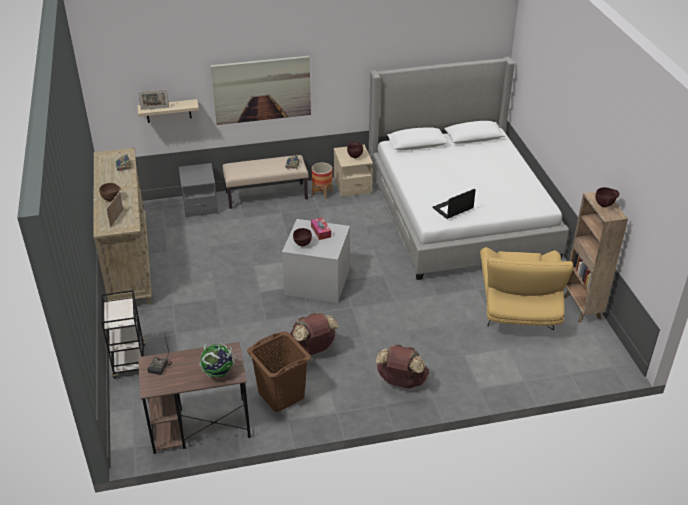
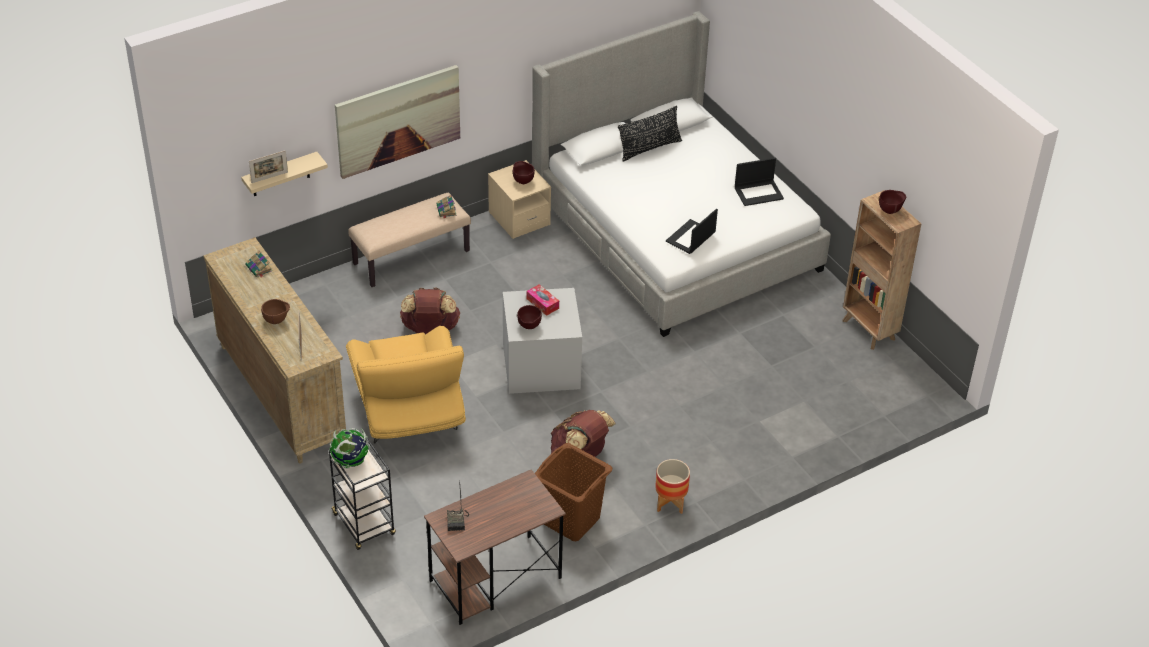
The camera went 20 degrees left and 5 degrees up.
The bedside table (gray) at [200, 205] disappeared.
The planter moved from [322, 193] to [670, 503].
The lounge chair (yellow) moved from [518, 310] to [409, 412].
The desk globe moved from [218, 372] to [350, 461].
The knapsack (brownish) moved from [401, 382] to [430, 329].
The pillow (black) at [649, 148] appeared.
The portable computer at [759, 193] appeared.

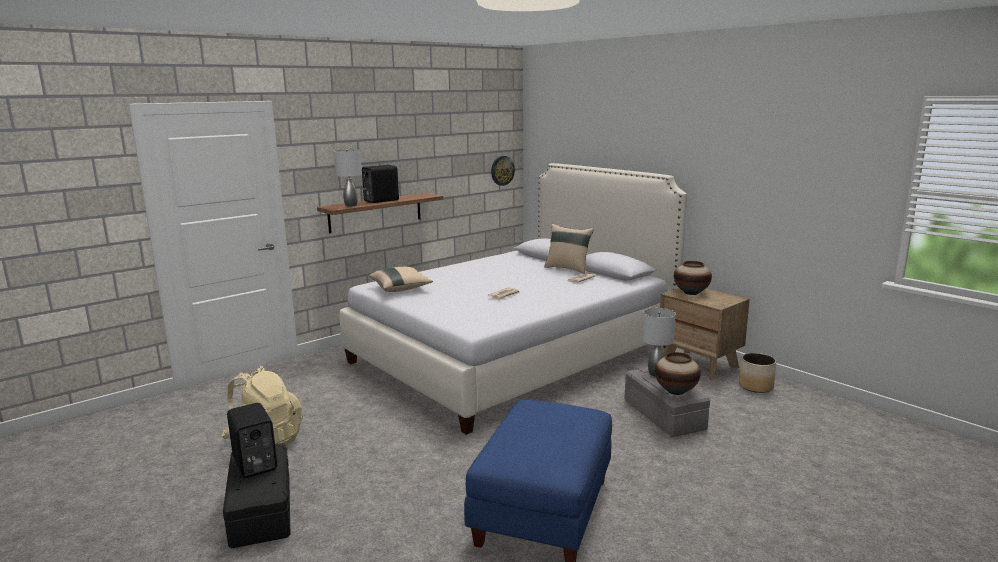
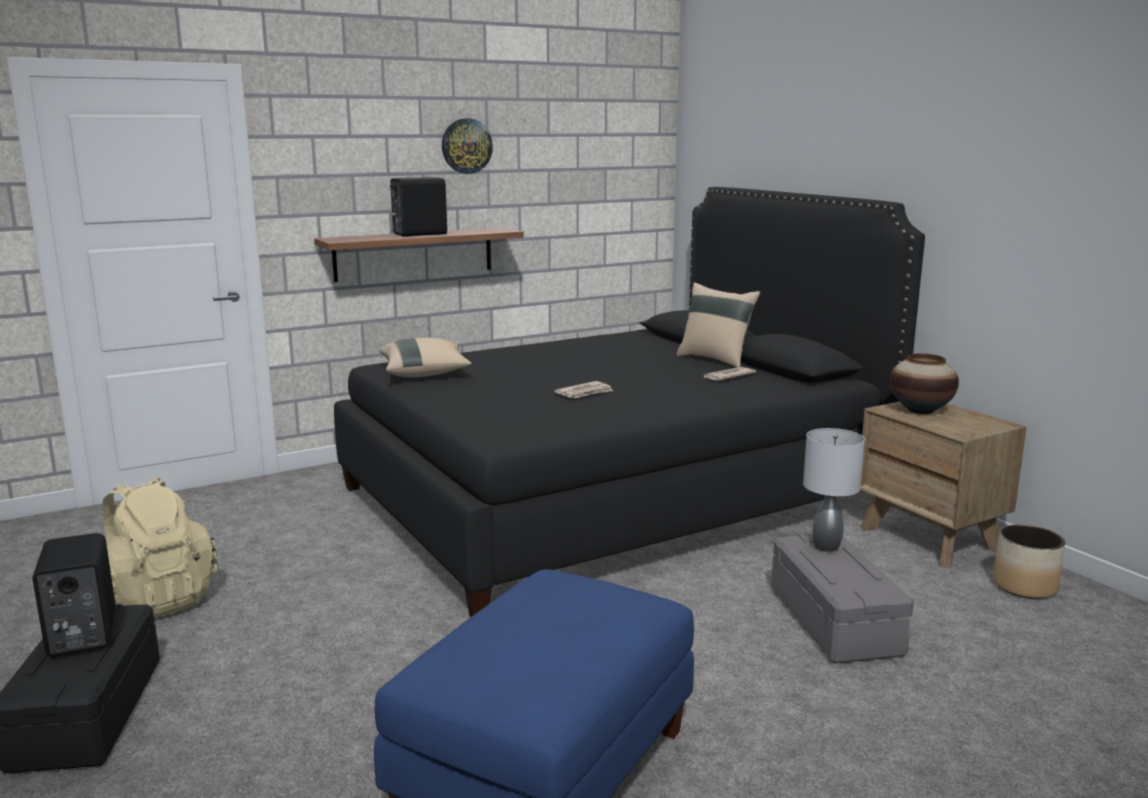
The camera went 10 degrees right and 0 degrees up.
The table lamp (gray) at [351, 205] disappeared.
The wall clock moved from [502, 170] to [466, 146].
The bed (white-coloured) at [514, 354] became the bed (black) at [612, 496].
The decorative vase at [676, 391] disappeared.

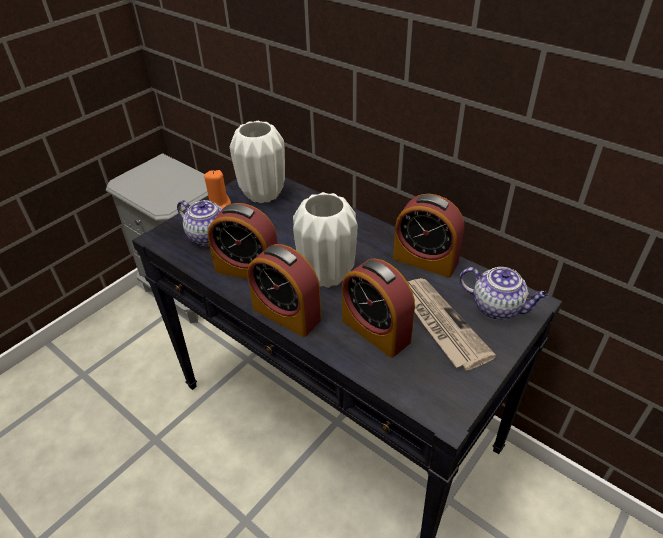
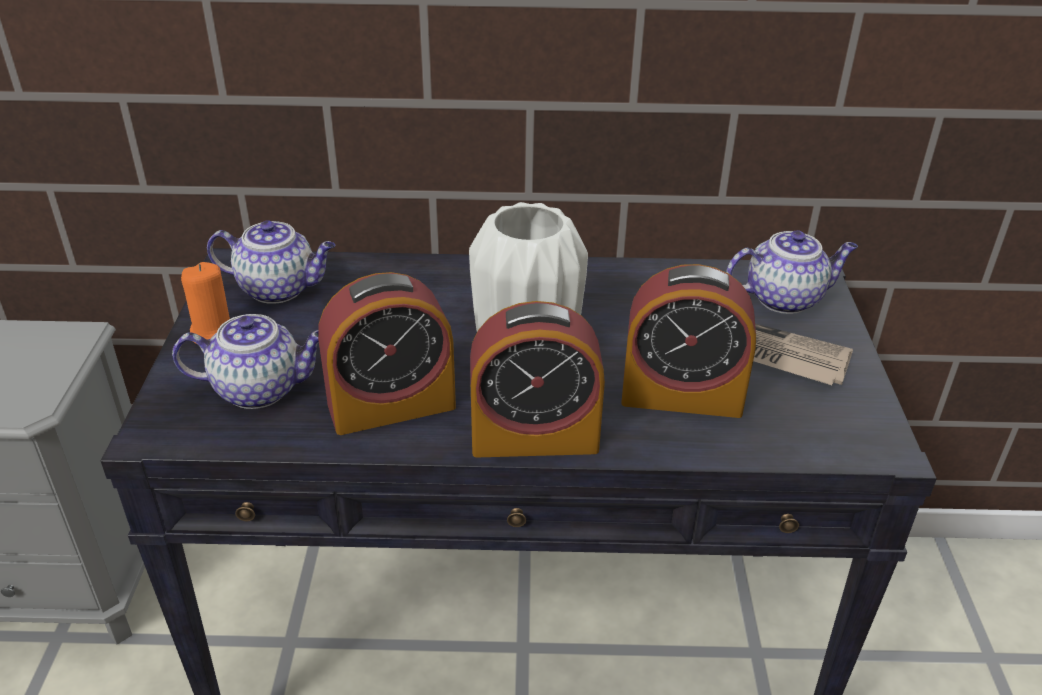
The camera went 40 degrees left and 5 degrees down.
The decorative vase (white-coloured) at [264, 194] was replaced by the teapot at [279, 289].
The alarm clock at [425, 260] disappeared.

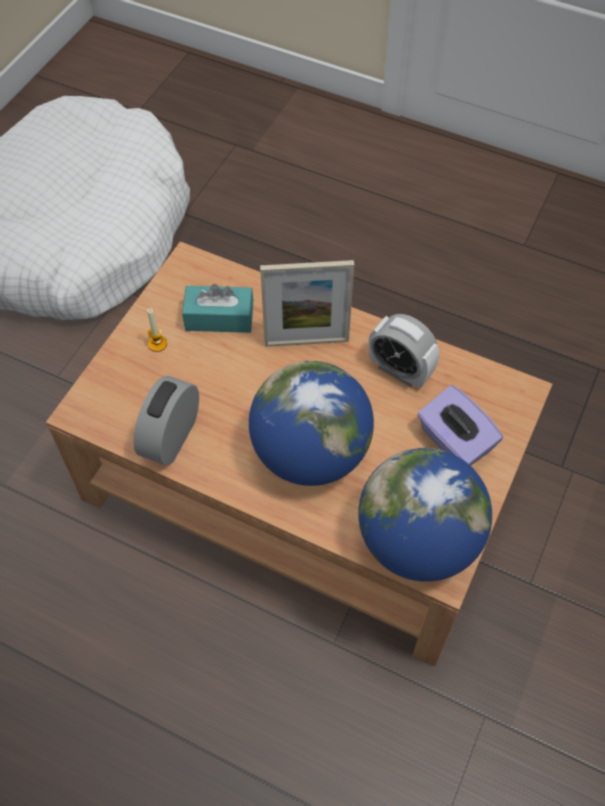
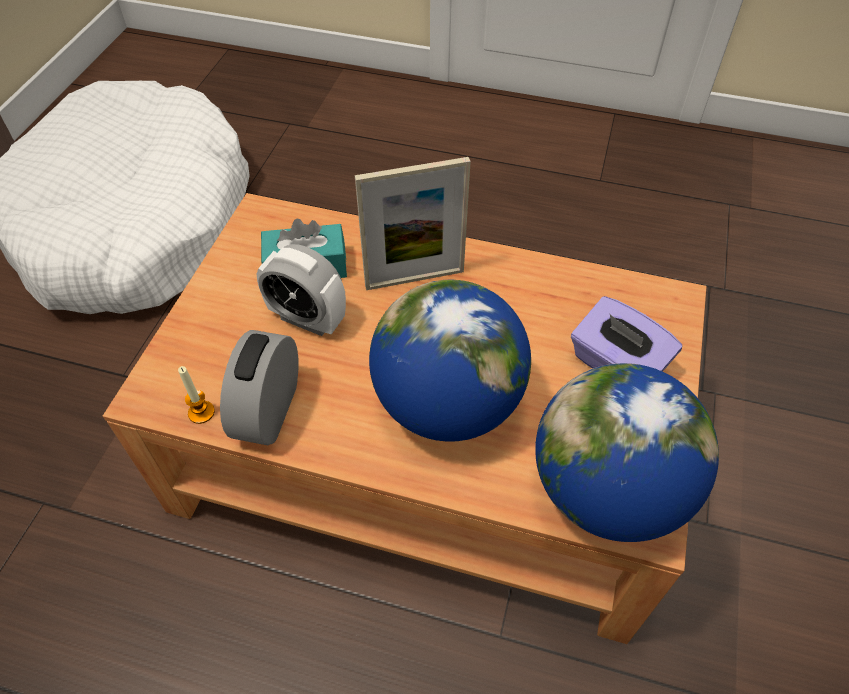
The camera went 10 degrees left and 5 degrees down.
The wax light moved from [157, 344] to [201, 412].
The alarm clock moved from [400, 371] to [307, 319].

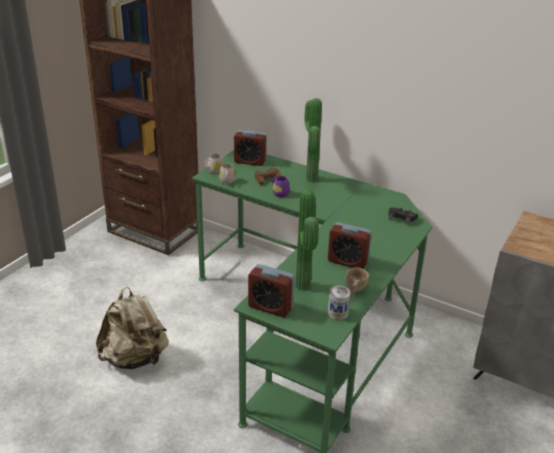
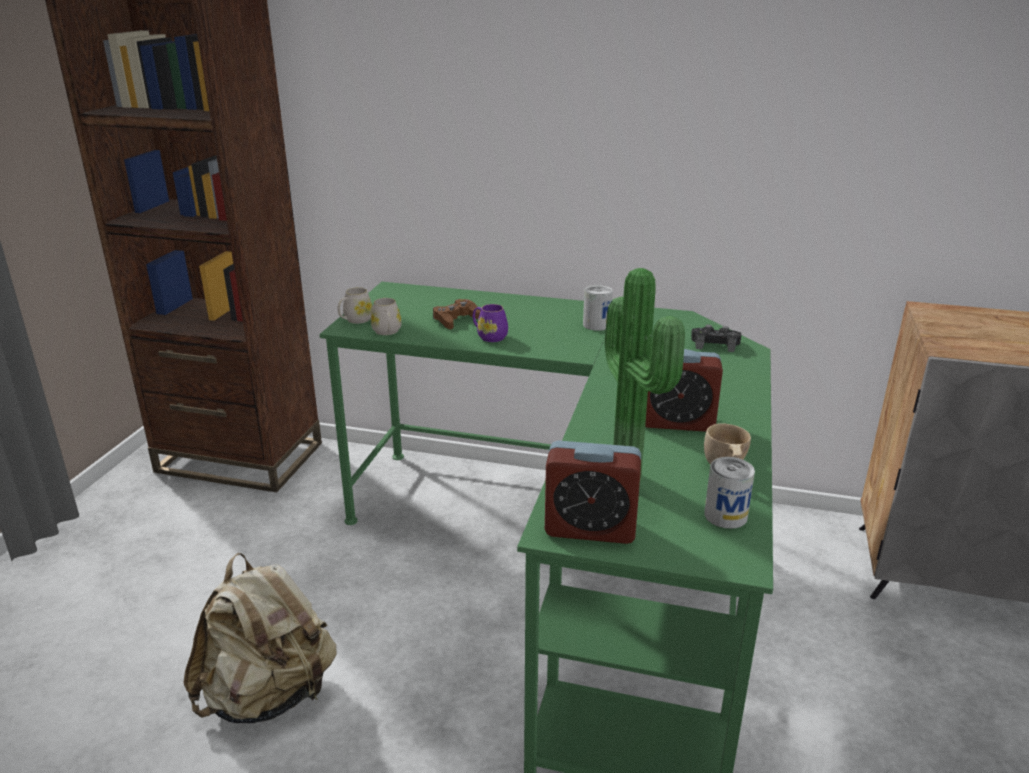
The camera went 15 degrees left and 5 degrees down.
The potted plant at [309, 179] disappeared.
The alarm clock at [250, 161] disappeared.
The sealed can at [596, 325] appeared.

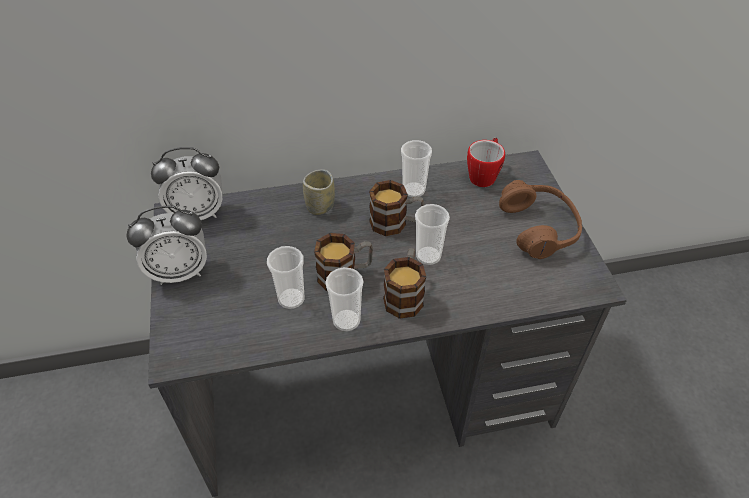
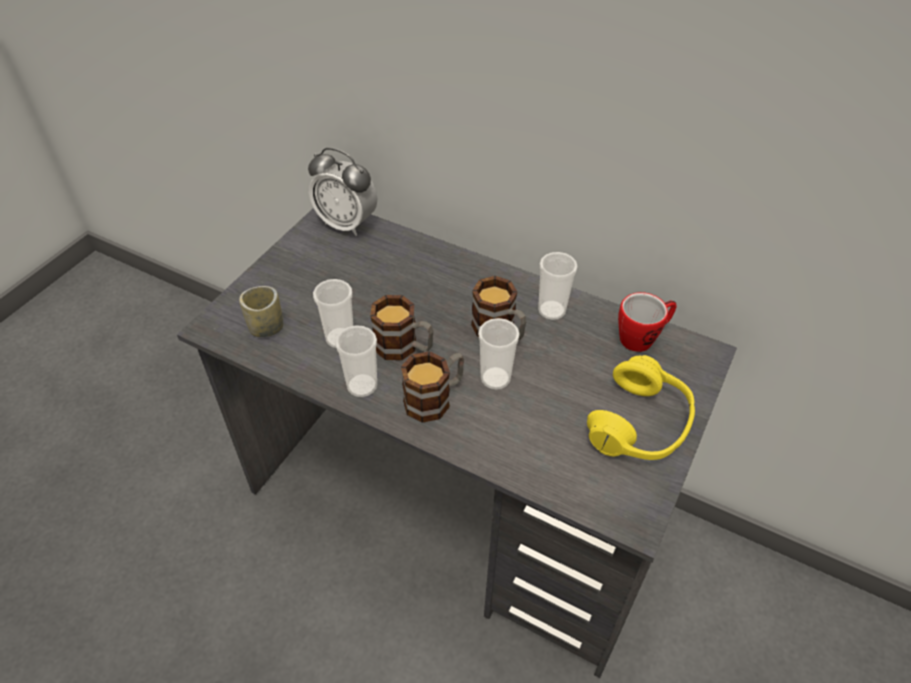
The camera went 40 degrees right and 0 degrees up.
The cup moved from [320, 206] to [266, 327].
The headset (brownish) at [538, 228] became the headset (yellow) at [640, 424].
The alarm clock at [179, 272] disappeared.

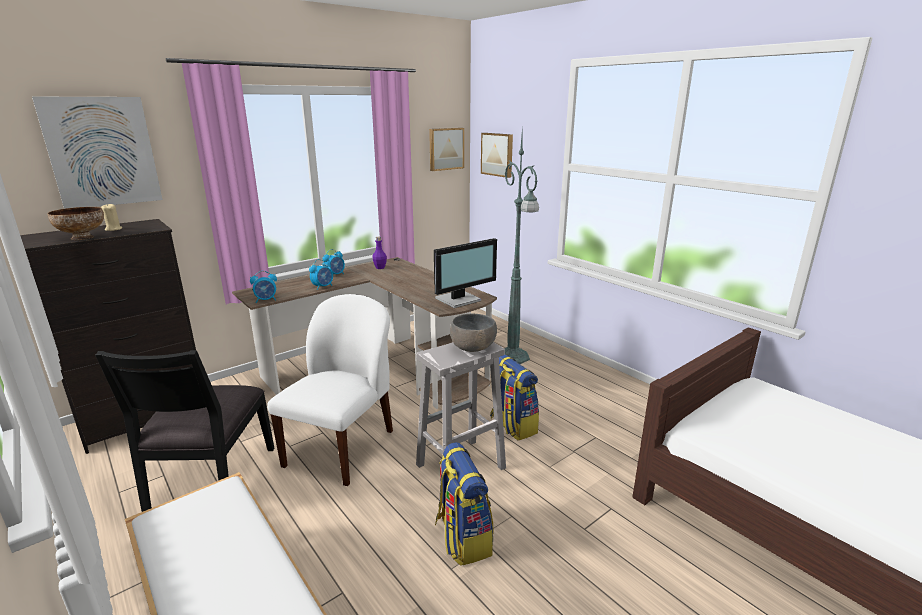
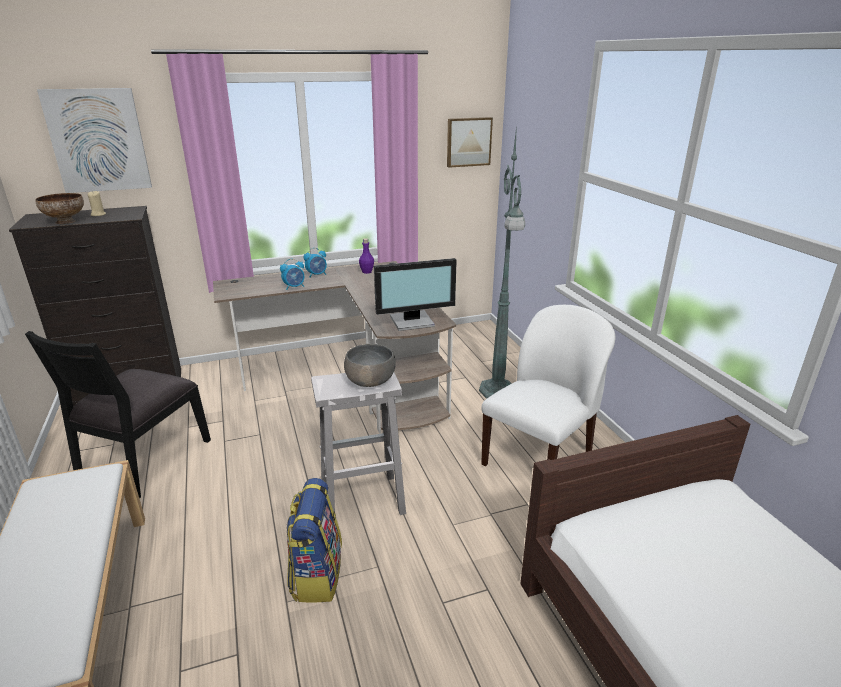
The camera went 20 degrees right and 5 degrees up.
The picture at [498, 154] disappeared.
The alarm clock at [266, 300] disappeared.
The chair (white-coloured) moved from [342, 447] to [539, 457].
The knapsack at [512, 425] disappeared.

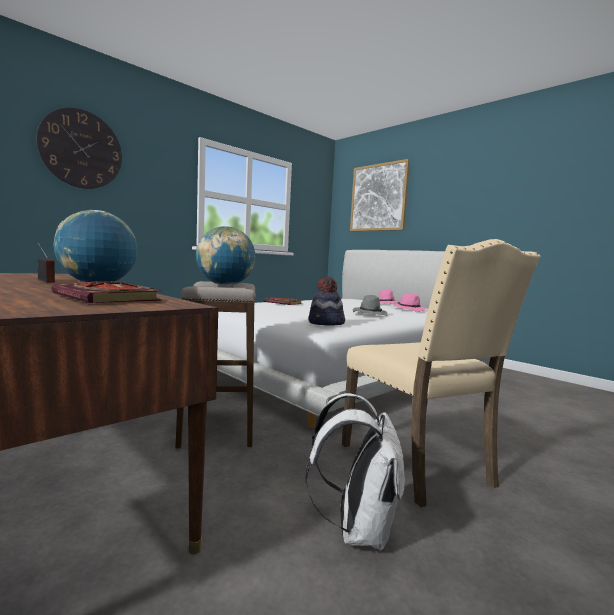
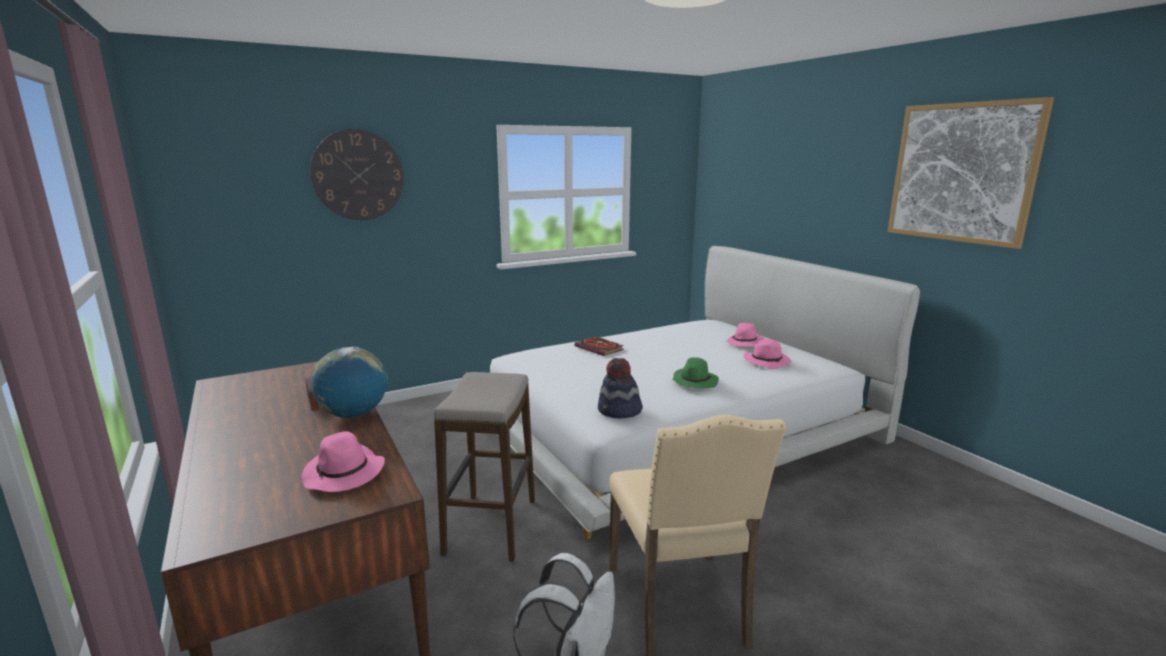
The camera went 15 degrees right and 10 degrees up.
The picture moved from [378, 197] to [962, 173].
The desk globe at [225, 285] disappeared.
The book at [109, 298] was replaced by the clothing hat (pink-coloured) at [344, 474].
The clothing hat (gray) at [369, 314] became the clothing hat (greenish) at [694, 381].

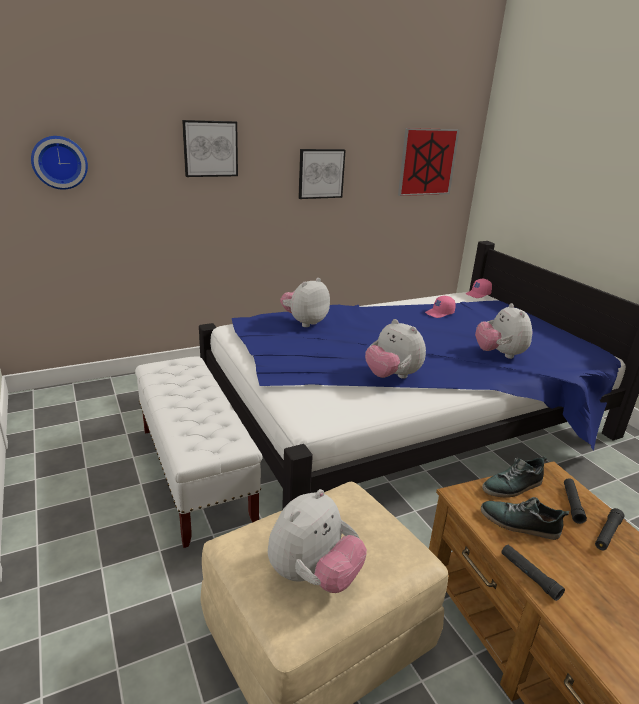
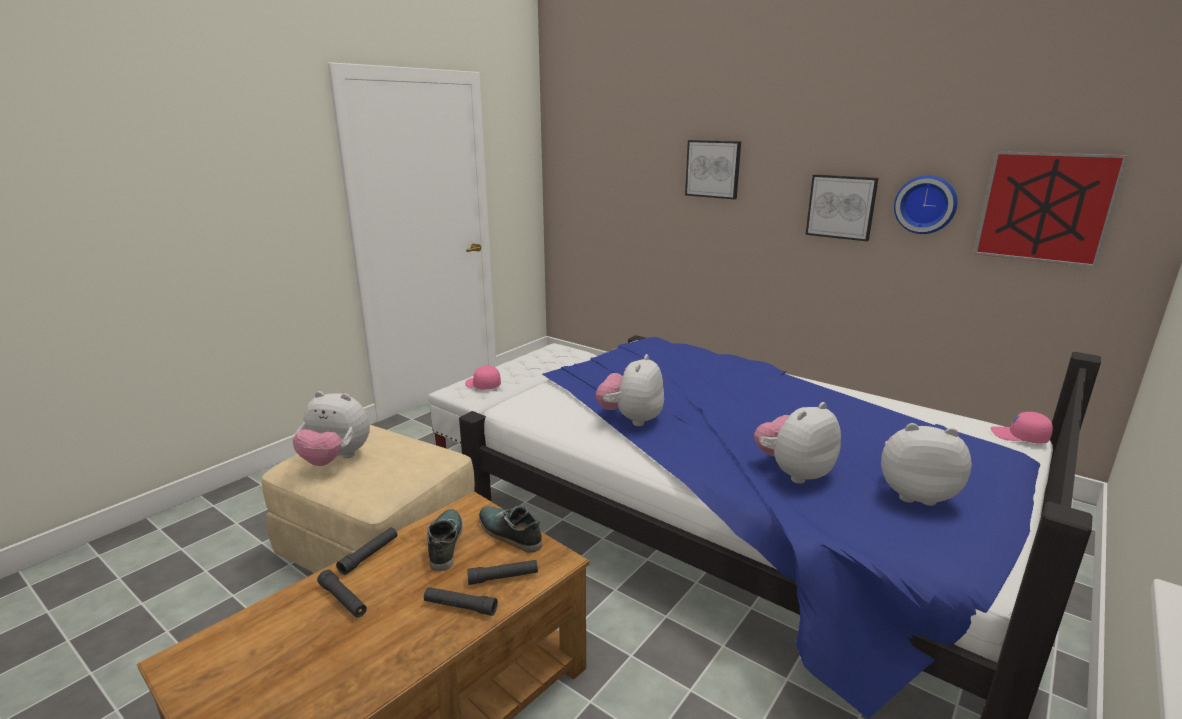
The camera went 65 degrees right and 5 degrees down.
The wall clock moved from [59, 162] to [926, 204].
The cuddly toy moved from [304, 322] to [915, 494].
The baseball cap (pink-coloured) moved from [439, 313] to [482, 385].
The torch (black) at [343, 600] appeared.

